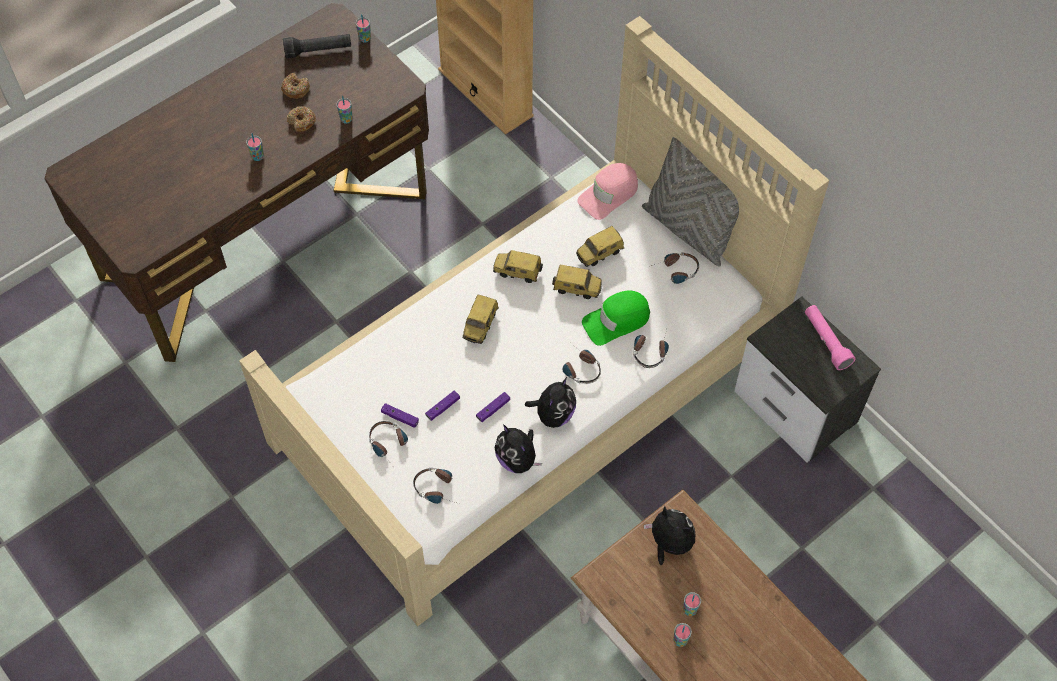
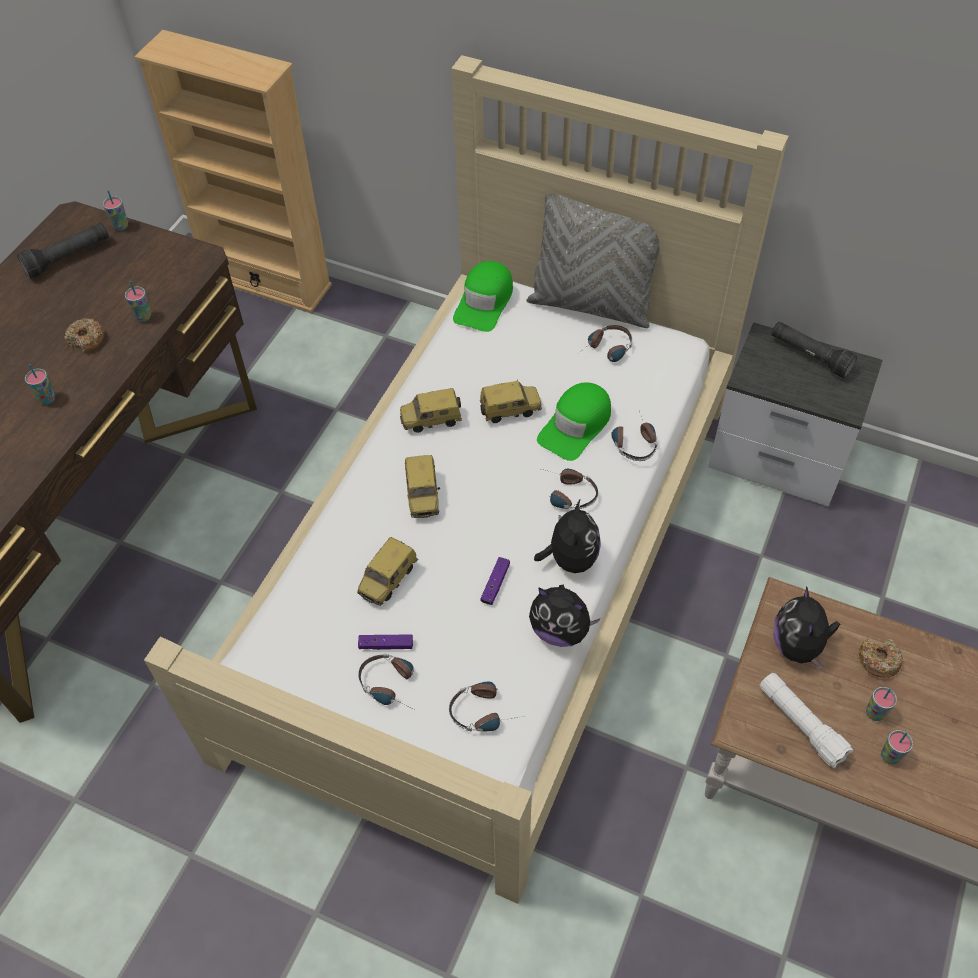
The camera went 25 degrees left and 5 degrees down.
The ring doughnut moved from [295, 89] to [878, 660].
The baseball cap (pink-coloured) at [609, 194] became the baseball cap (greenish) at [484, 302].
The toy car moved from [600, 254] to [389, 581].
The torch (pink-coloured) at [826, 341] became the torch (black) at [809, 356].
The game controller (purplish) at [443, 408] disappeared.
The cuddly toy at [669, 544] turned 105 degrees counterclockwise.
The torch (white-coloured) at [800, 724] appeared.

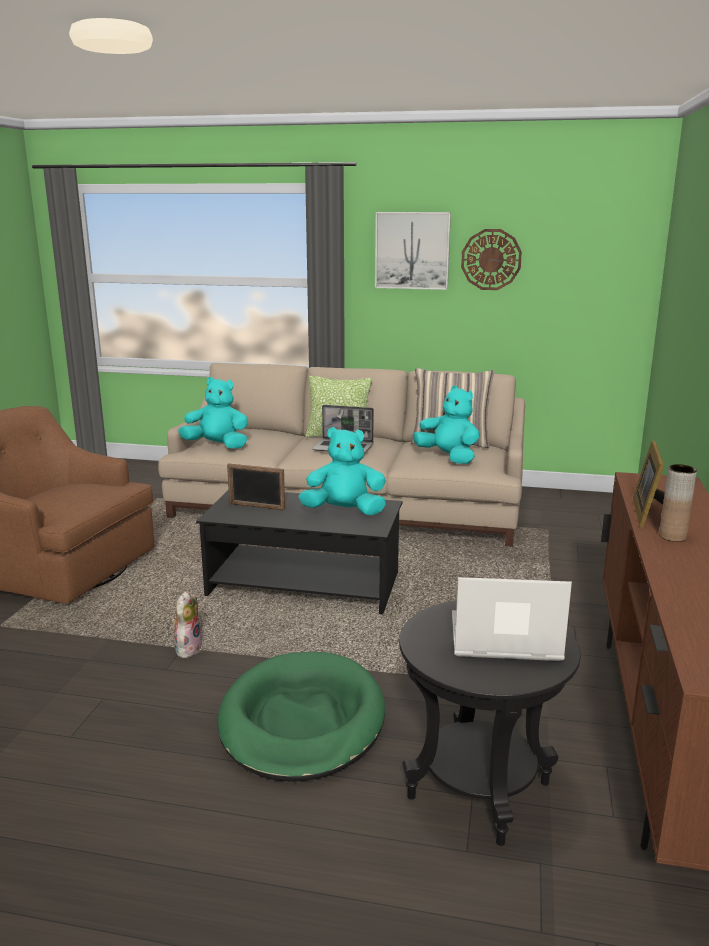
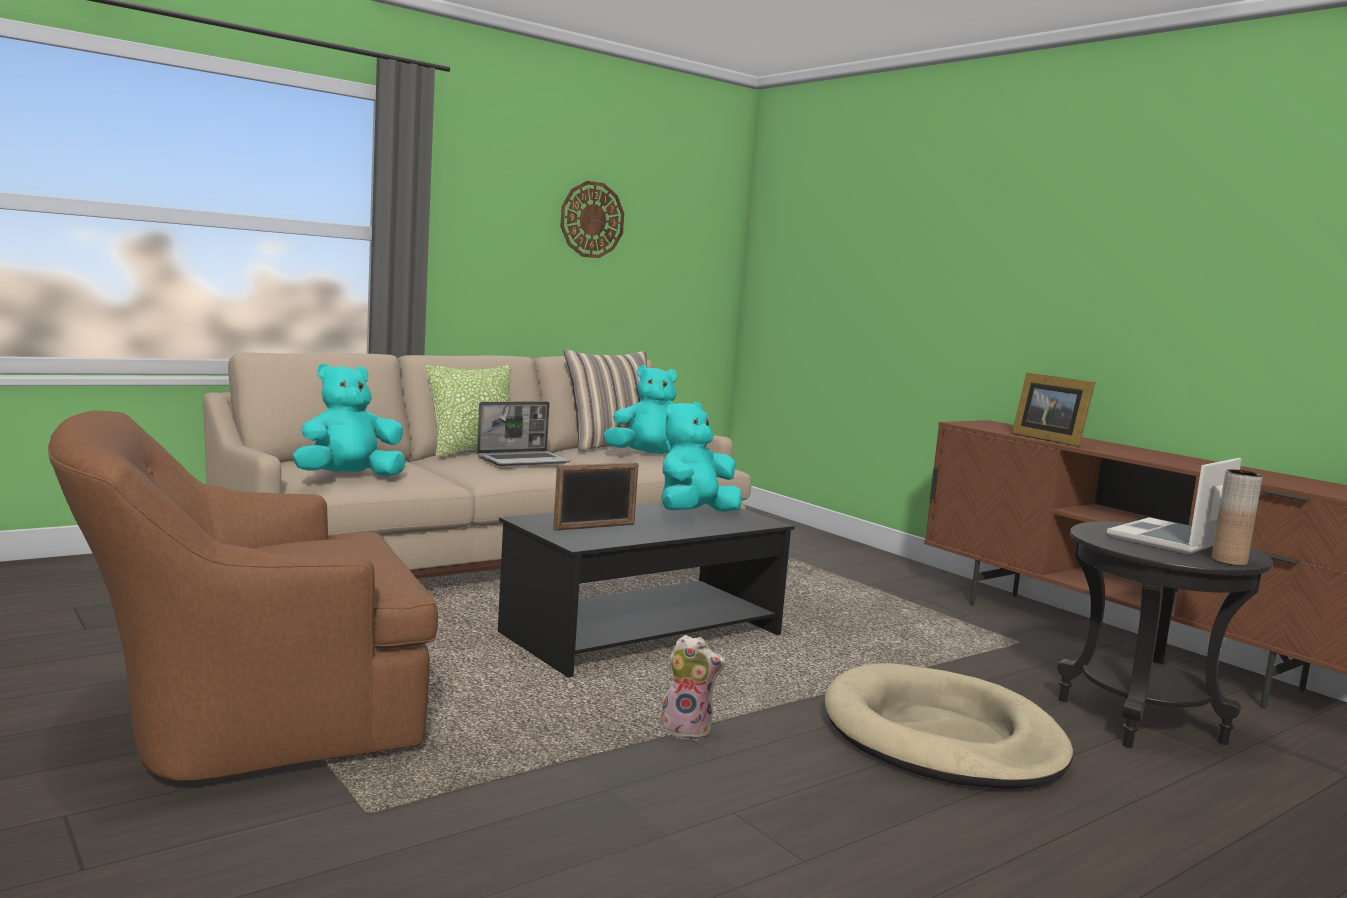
The camera went 50 degrees left and 10 degrees down.
The picture at [412, 250] disappeared.
The decorative vase (brownish) moved from [672, 536] to [1229, 561].
The cuddly toy at [187, 648] turned 135 degrees clockwise.
The dog bed (greenish) at [302, 721] became the dog bed (beige) at [941, 737].

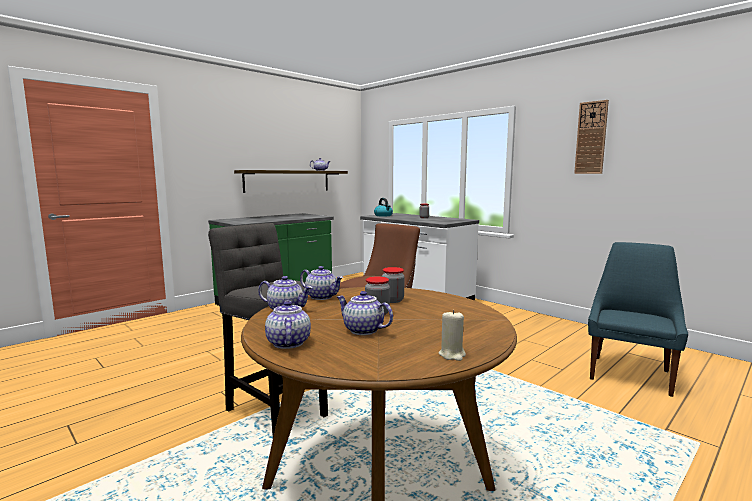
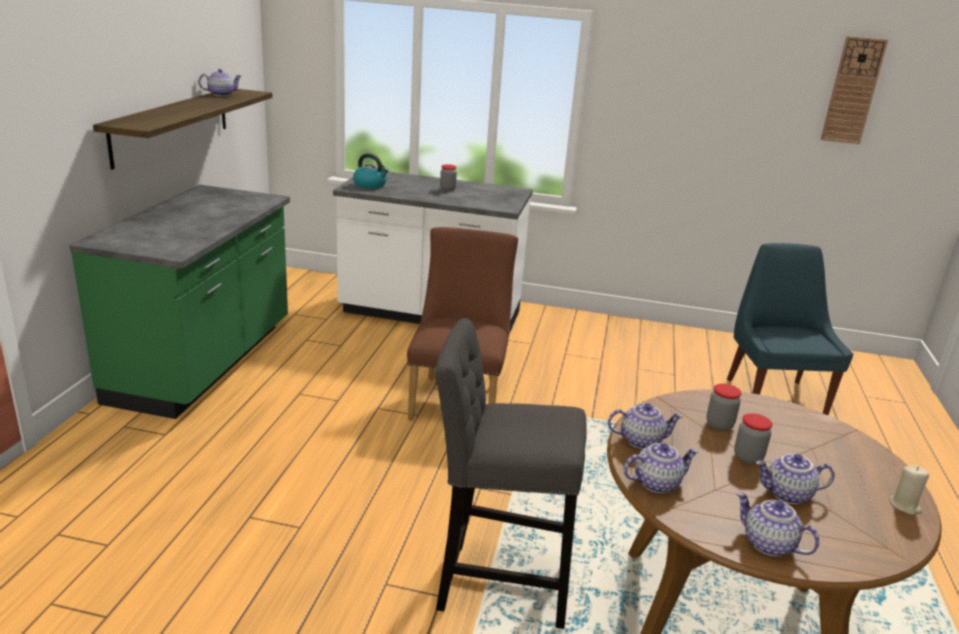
The camera went 35 degrees left and 15 degrees up.
The wall clock moved from [591, 138] to [853, 91].

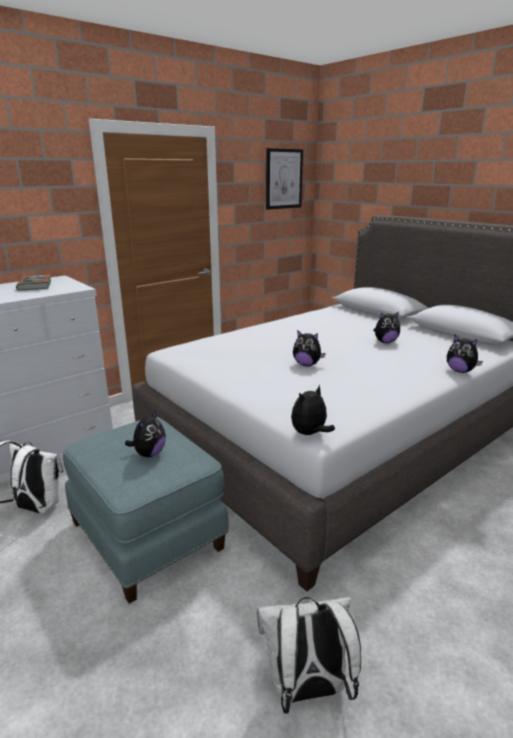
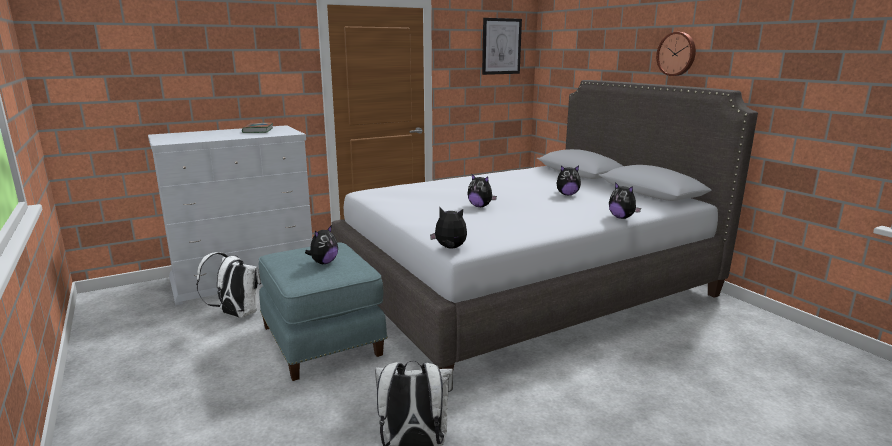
The camera went 10 degrees right and 5 degrees down.
The cuddly toy at [310, 434] turned 45 degrees clockwise.
The wall clock at [677, 54] appeared.

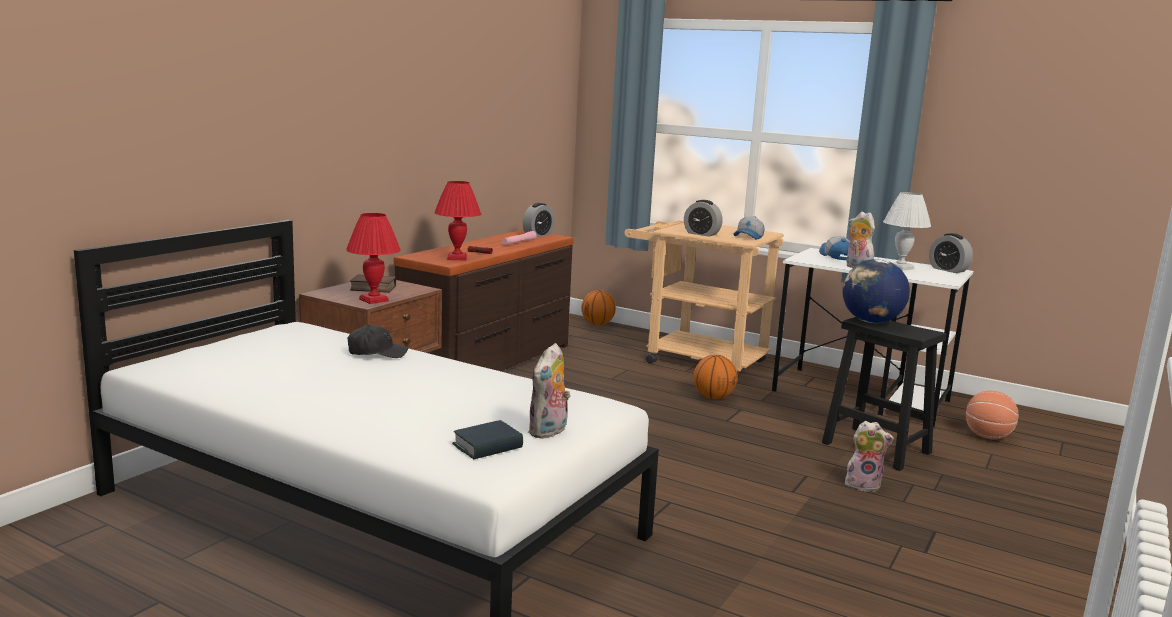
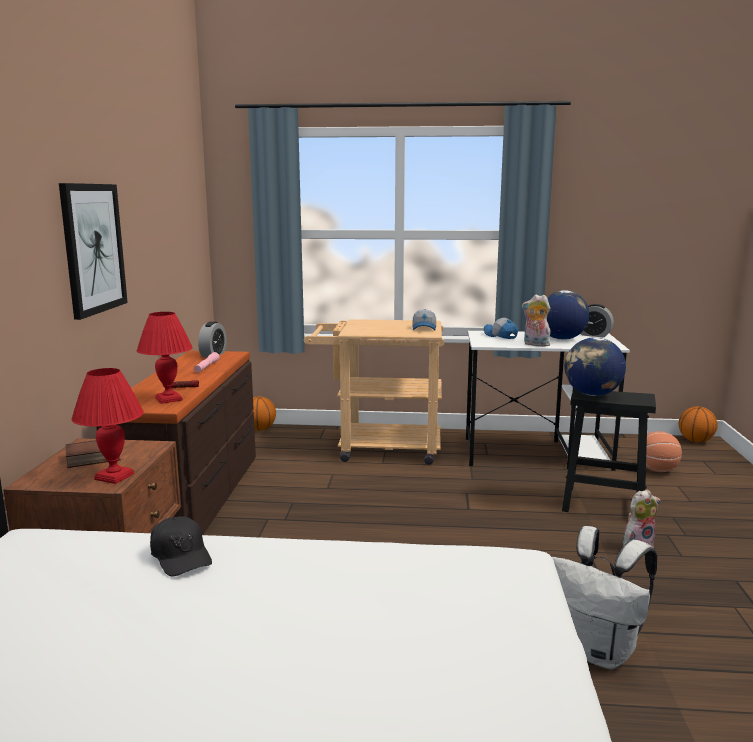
The camera went 25 degrees left and 0 degrees up.
The table lamp (white-coloured) at [899, 267] was replaced by the desk globe at [561, 339].
The alarm clock at [701, 234] disappeared.
The baseball cap (black) at [376, 353] turned 90 degrees clockwise.
The cuddly toy at [549, 432] disappeared.
The basketball moved from [713, 397] to [695, 441].
The book at [488, 446] disappeared.
The picture at [93, 248] appeared.
The knapsack (white-coloured) at [597, 651] appeared.

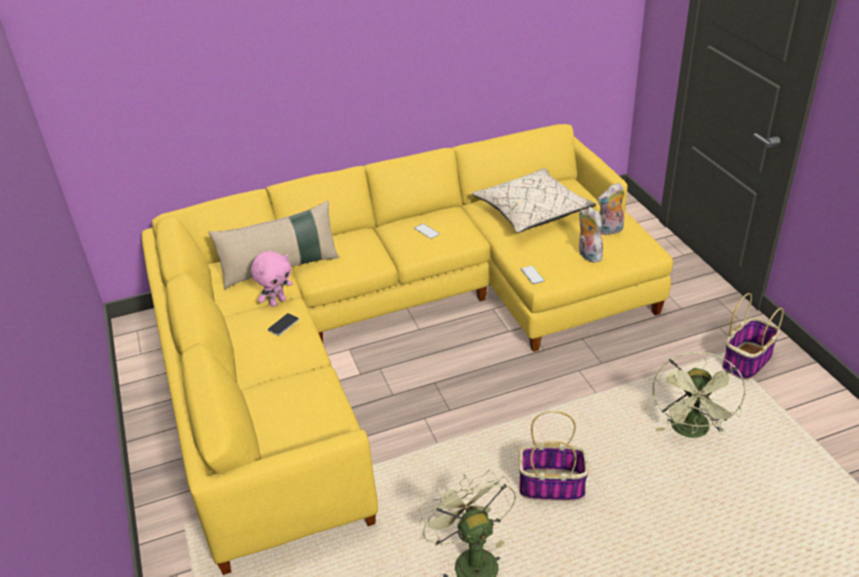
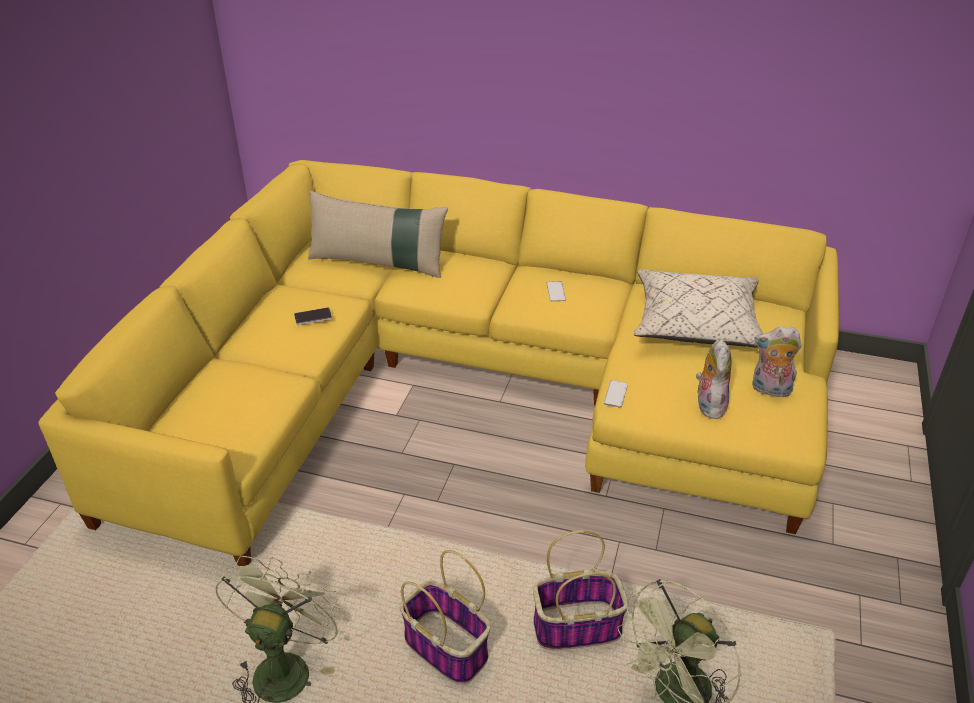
The camera went 35 degrees right and 0 degrees up.
The cuddly toy (pink-coloured) at [277, 302] disappeared.
The storage basket moved from [747, 361] to [578, 626].

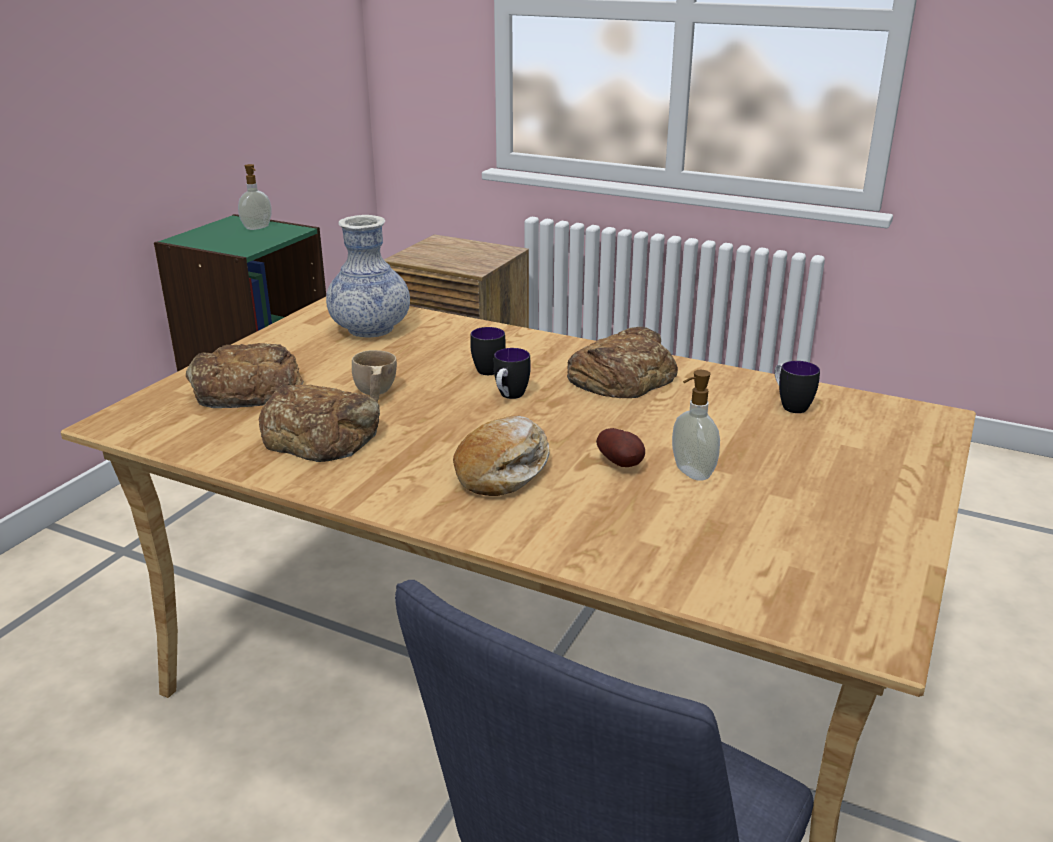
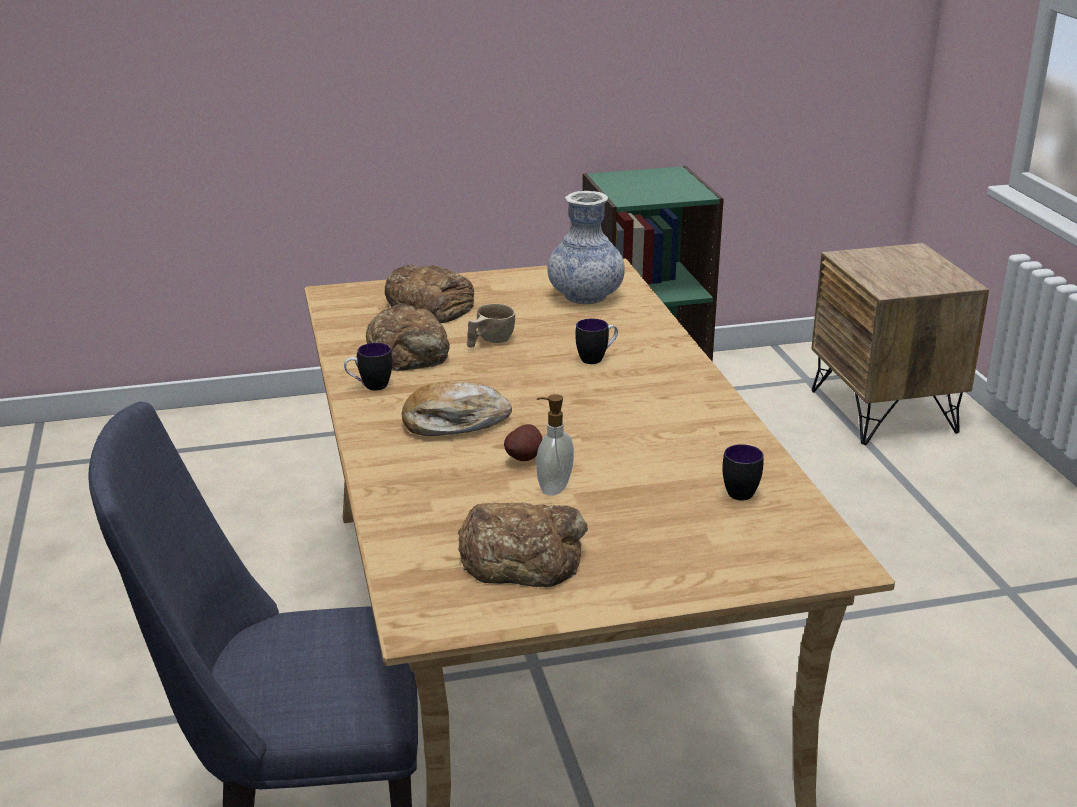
The camera went 50 degrees right and 0 degrees up.
The soap dispenser at [257, 228] disappeared.
The bakery bread moved from [622, 376] to [522, 555].
The tea mug moved from [509, 397] to [369, 387].

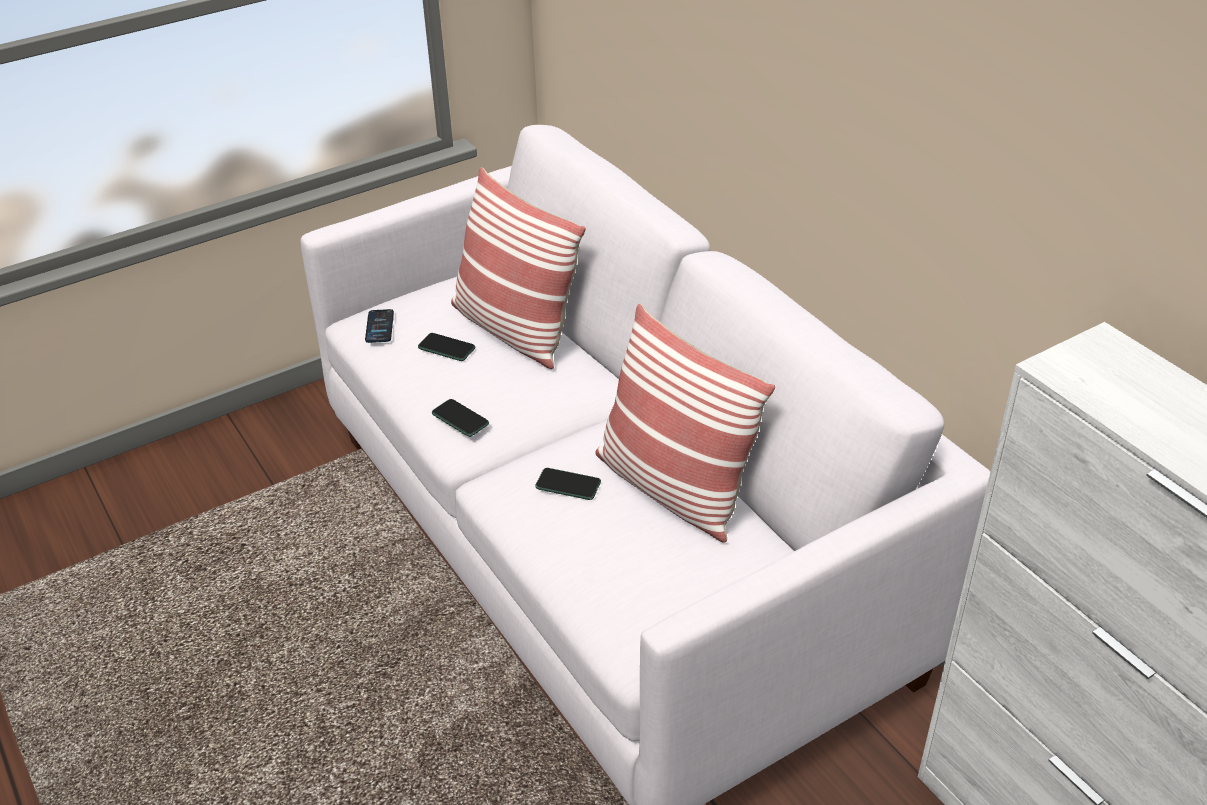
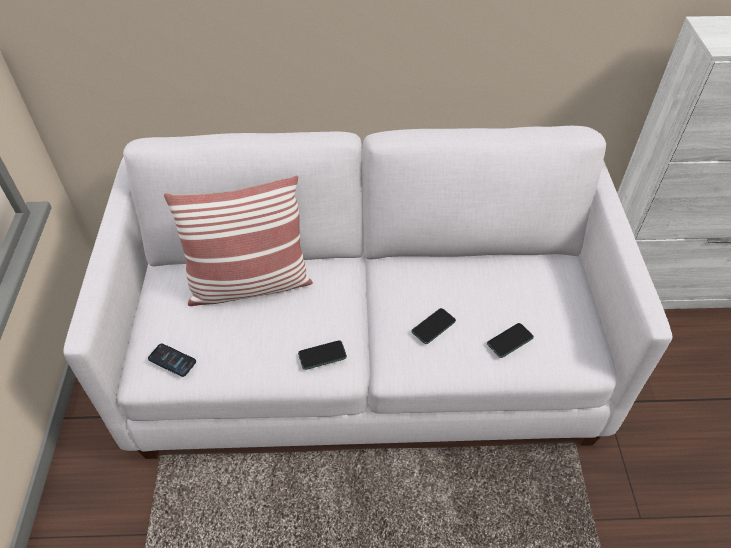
The camera went 60 degrees left and 10 degrees up.
The pillow at [672, 488] disappeared.
The phone moved from [446, 348] to [510, 341].

